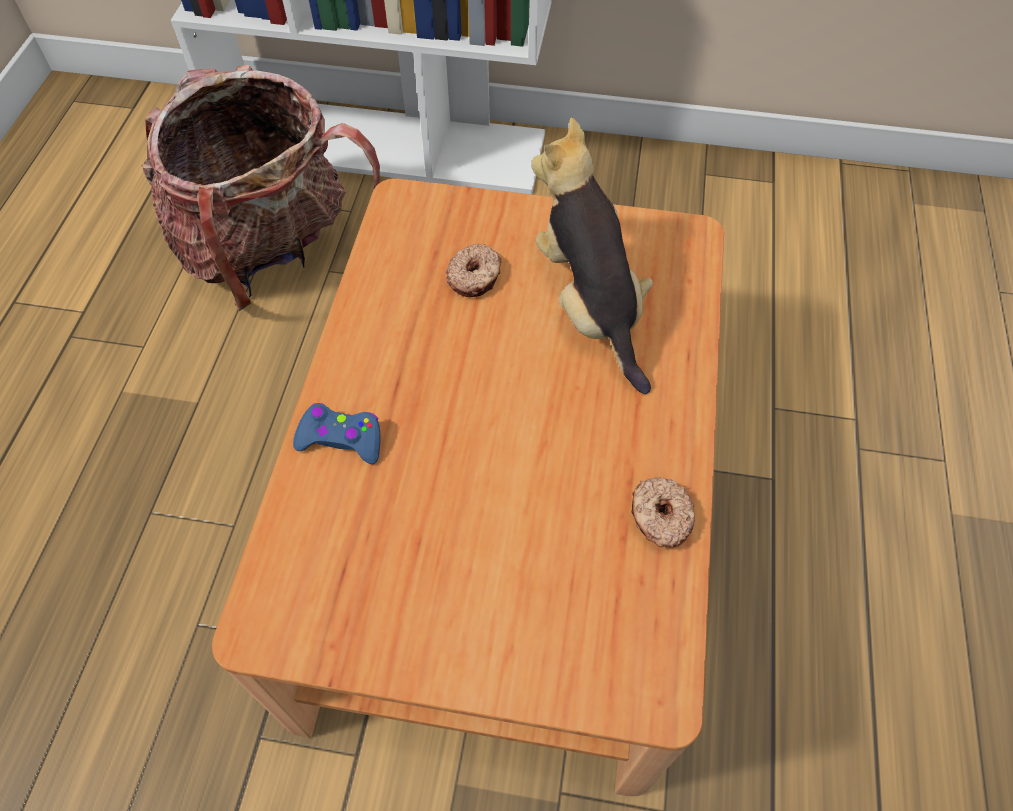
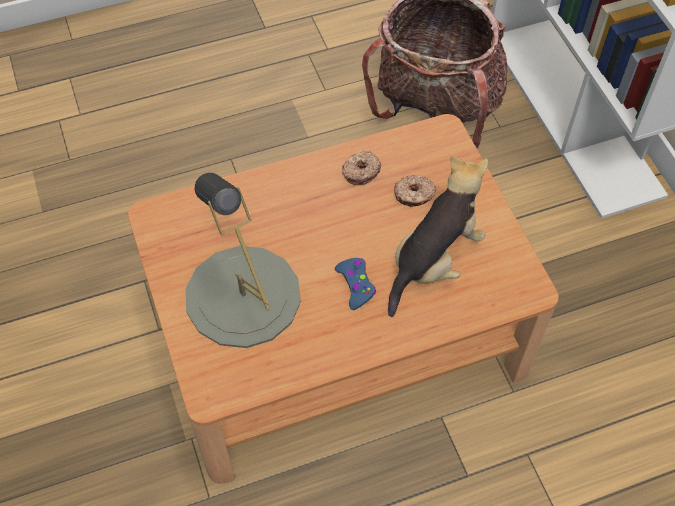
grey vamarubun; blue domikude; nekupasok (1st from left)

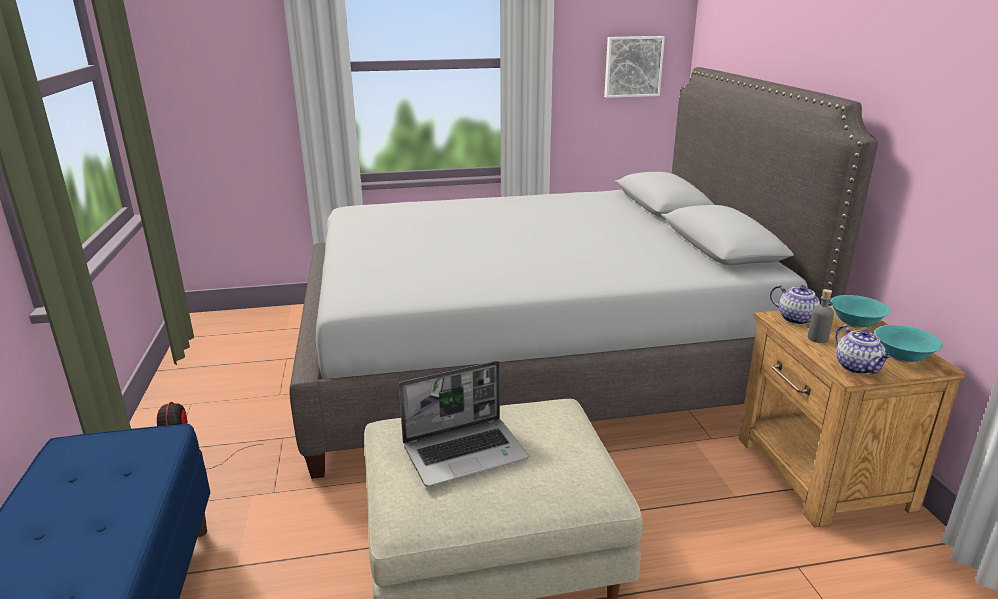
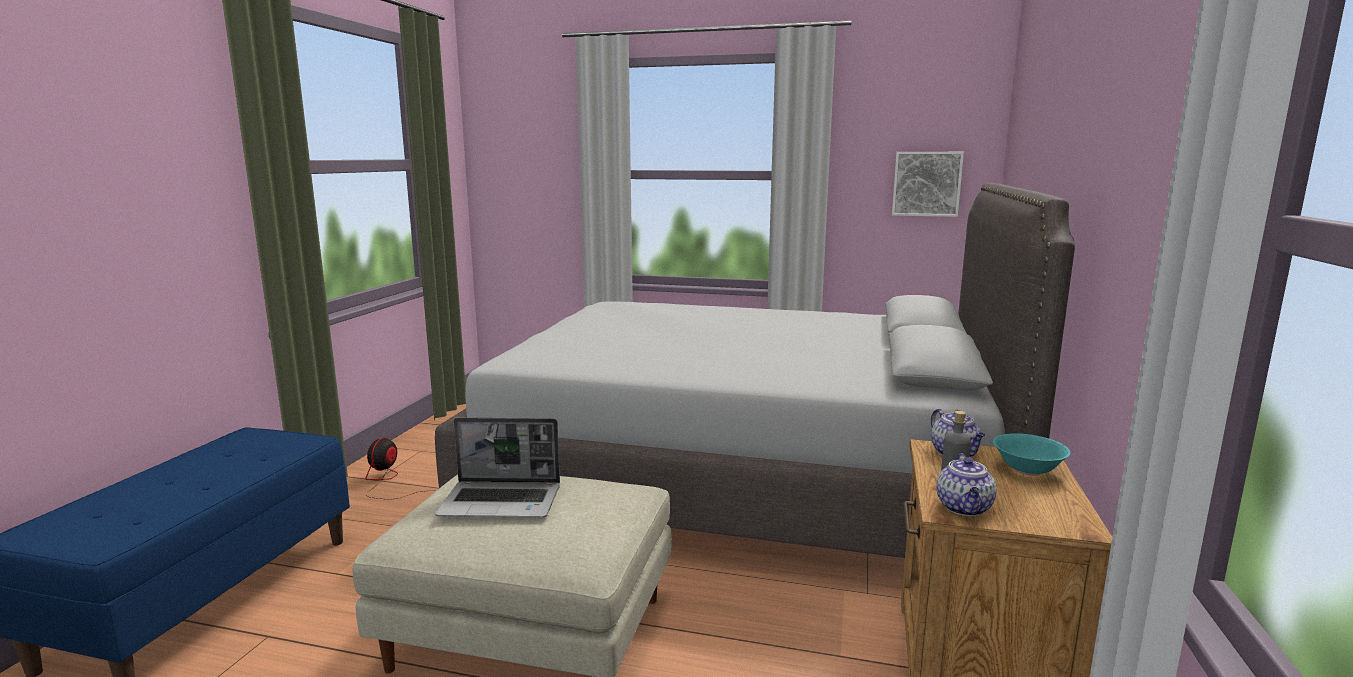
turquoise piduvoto (2nd from left in the first image)

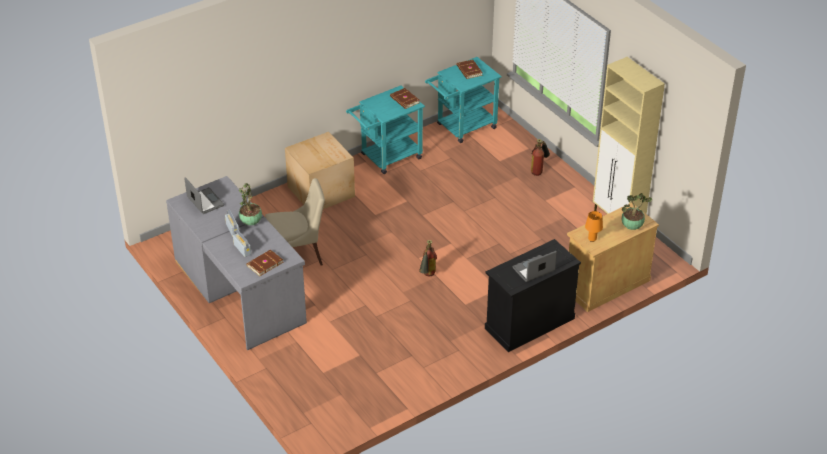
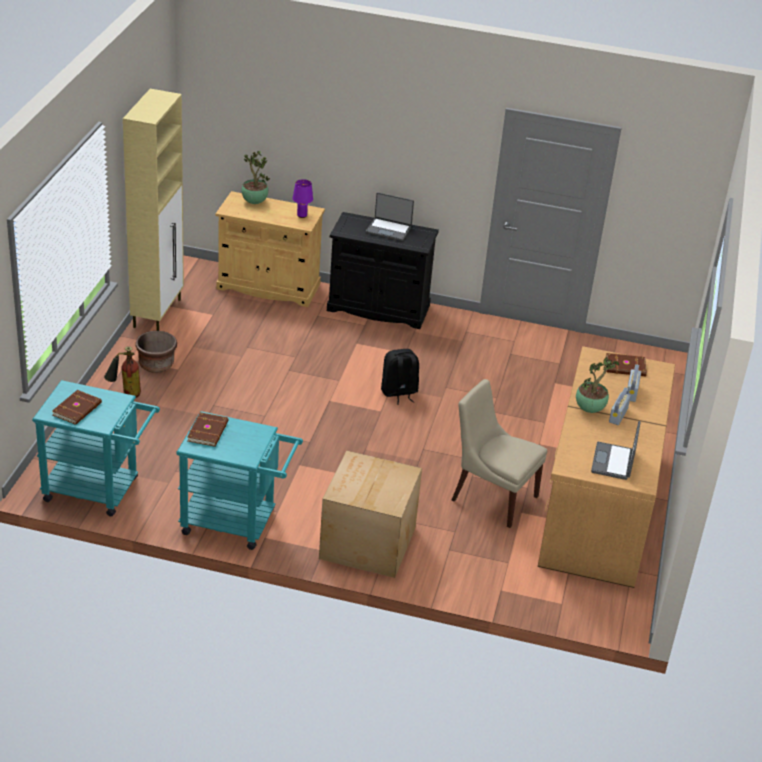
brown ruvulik; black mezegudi; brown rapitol; purple vamarubun

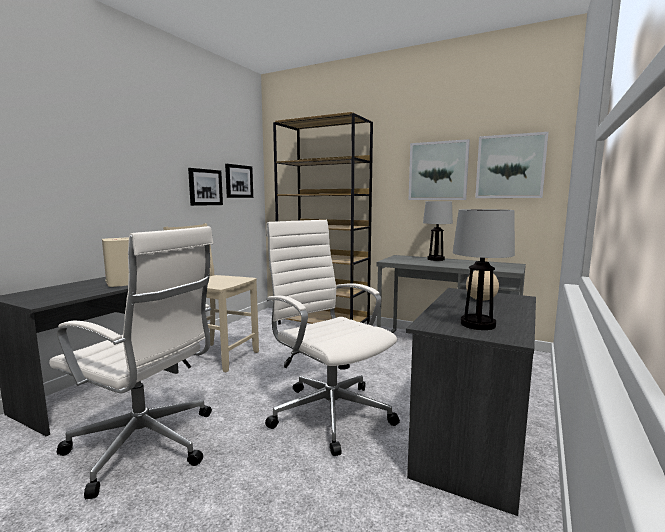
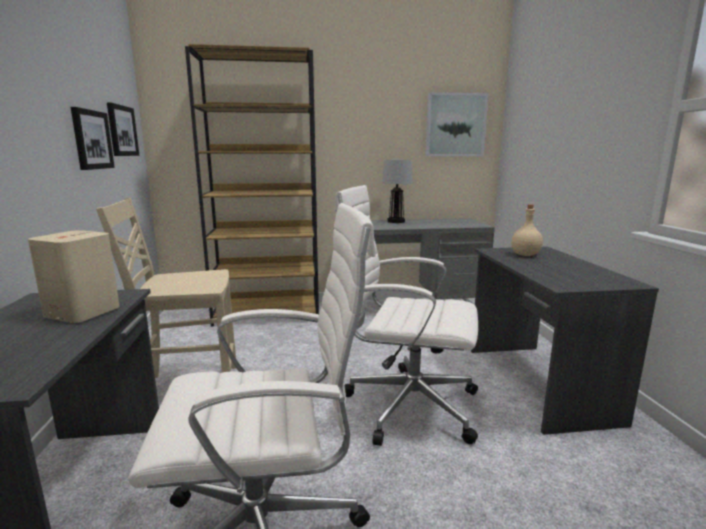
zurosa (3rd from left in the first image); vamarubun (2nd from left in the first image)

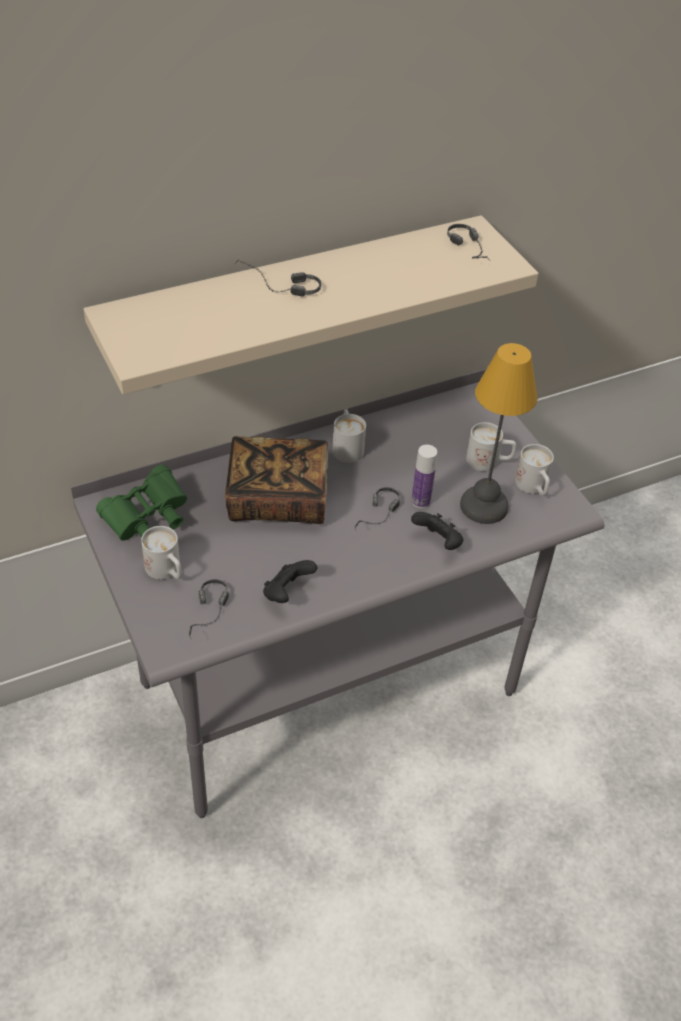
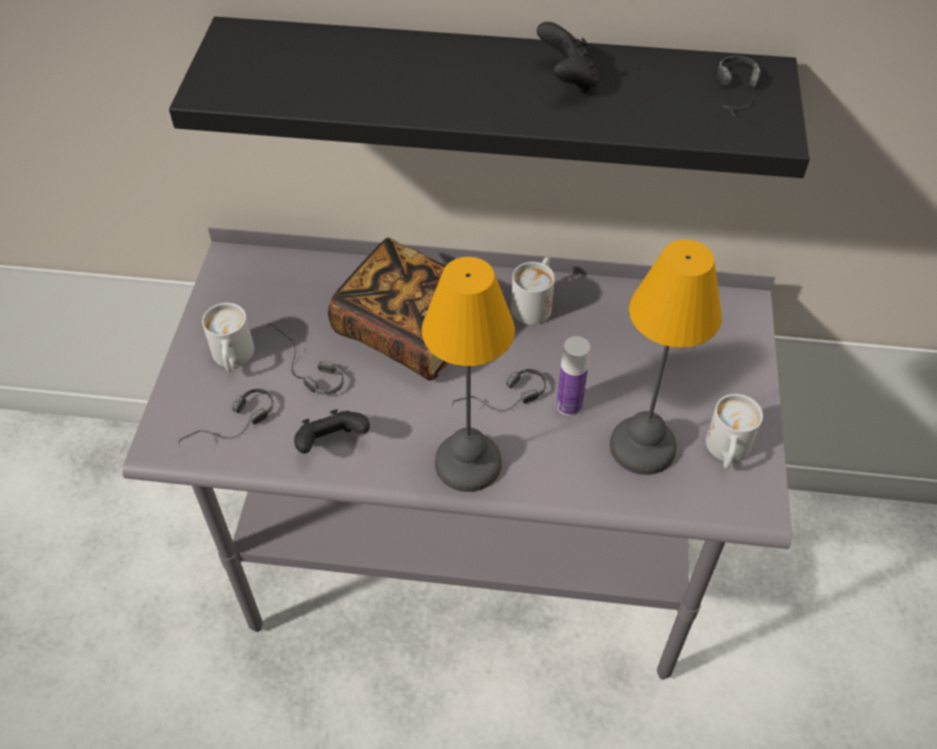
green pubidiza; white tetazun (3rd from left in the first image); vamarubun (1st from left); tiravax (2nd from left); black domikude (2nd from left); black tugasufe

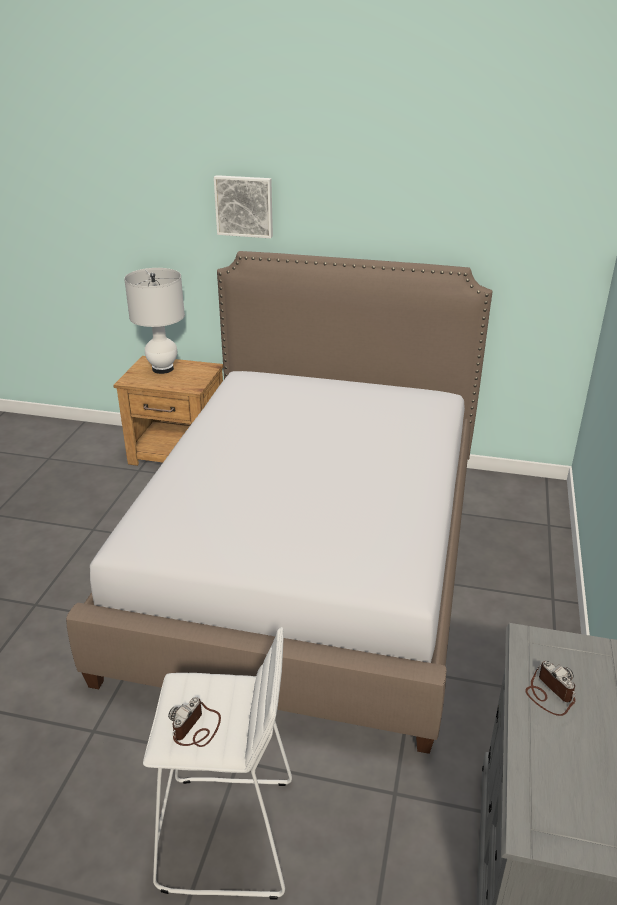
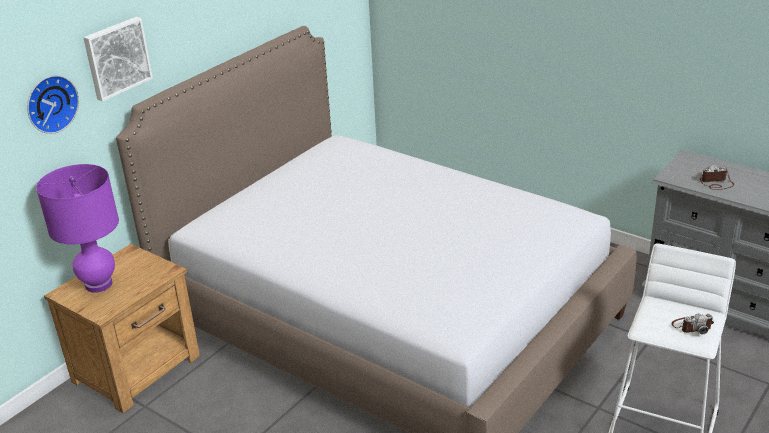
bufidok; purple vamarubun; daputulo (1st from left)

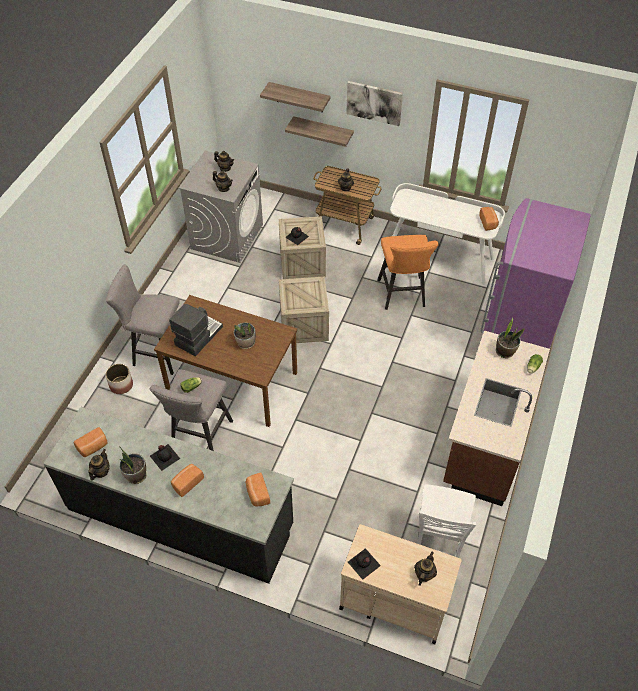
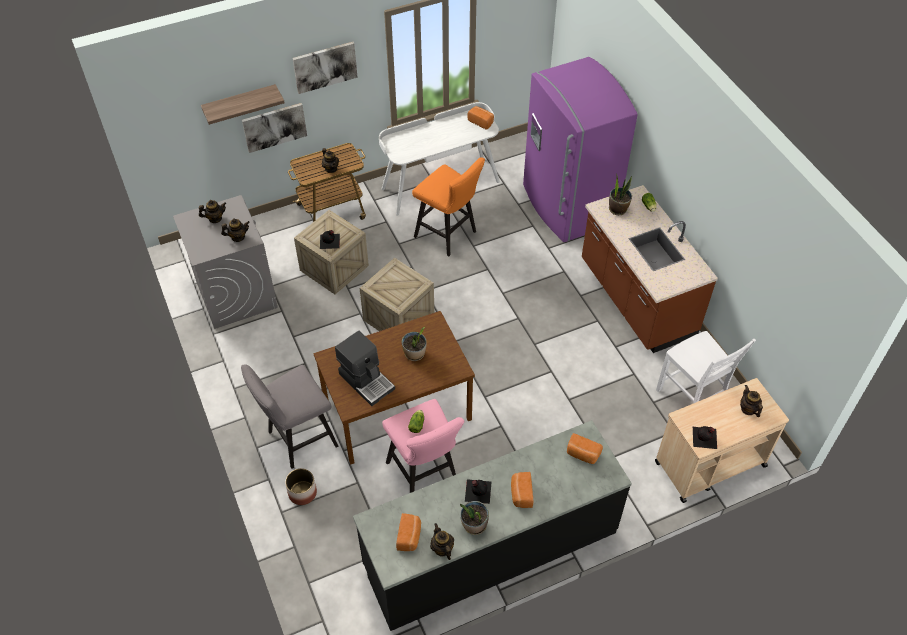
zurosa (1st from left); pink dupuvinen; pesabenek

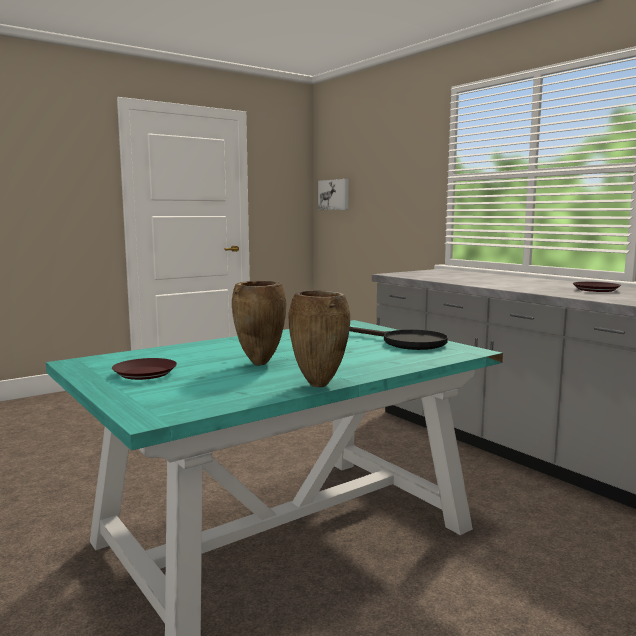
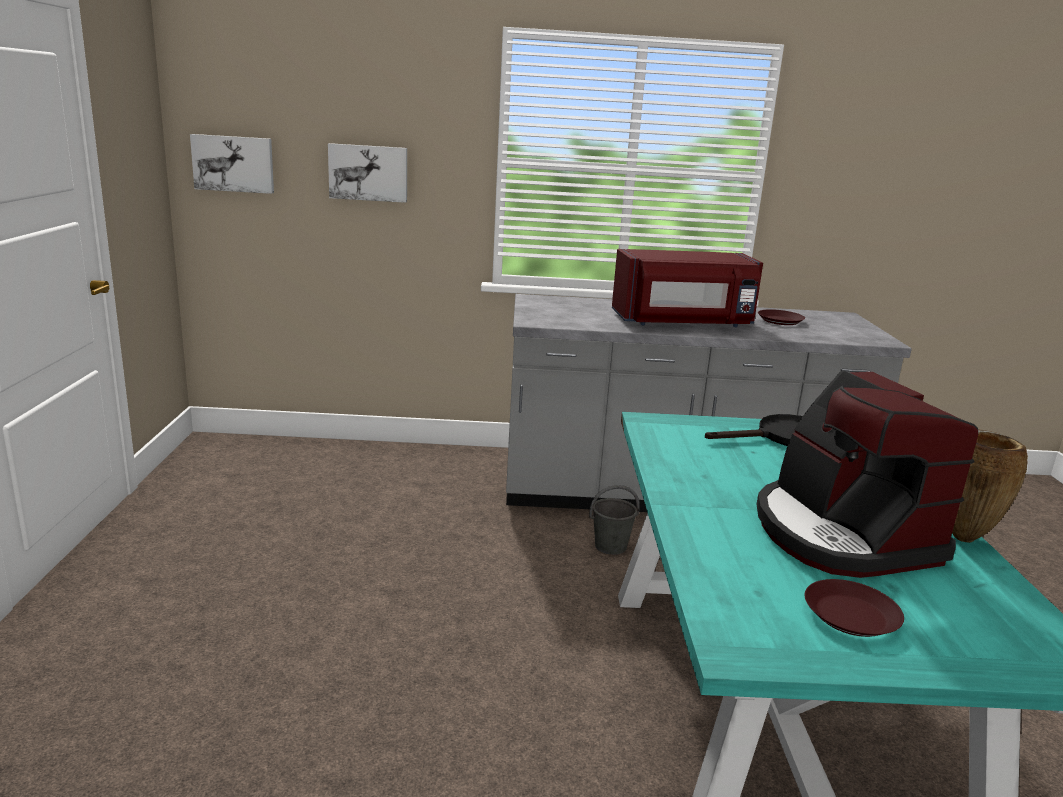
zurosa (2nd from left); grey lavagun; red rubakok; pesabenek

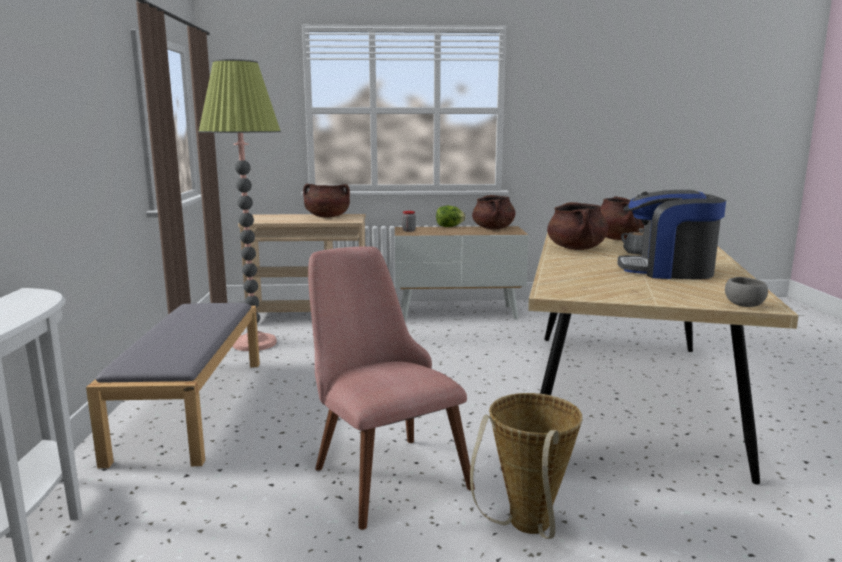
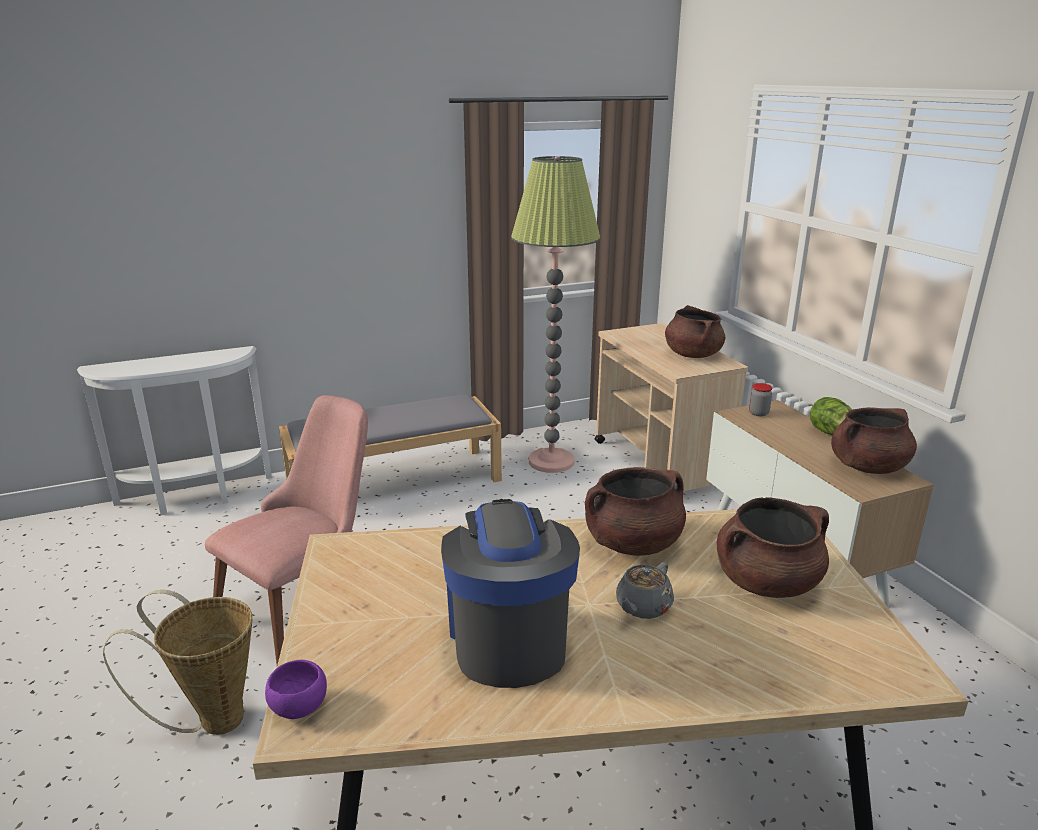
purple piduvoto

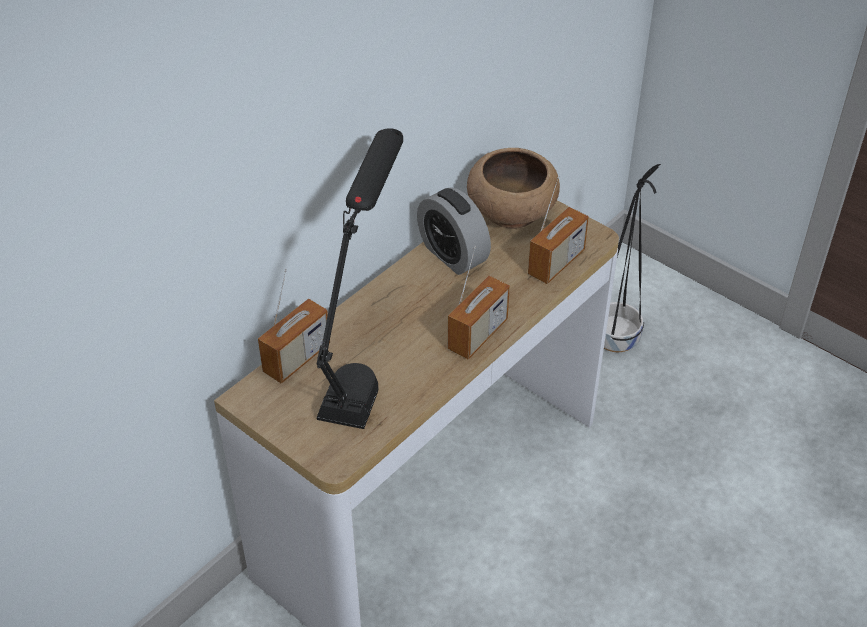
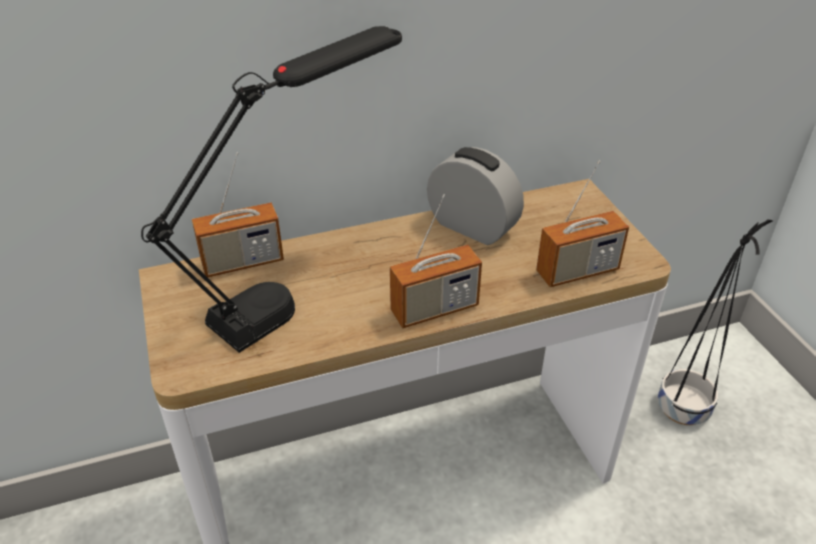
brown piduvoto; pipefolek

